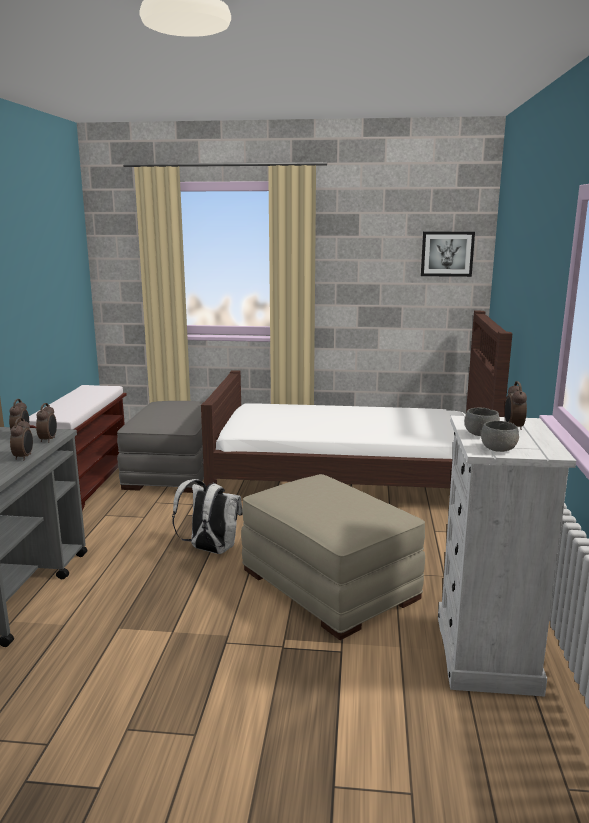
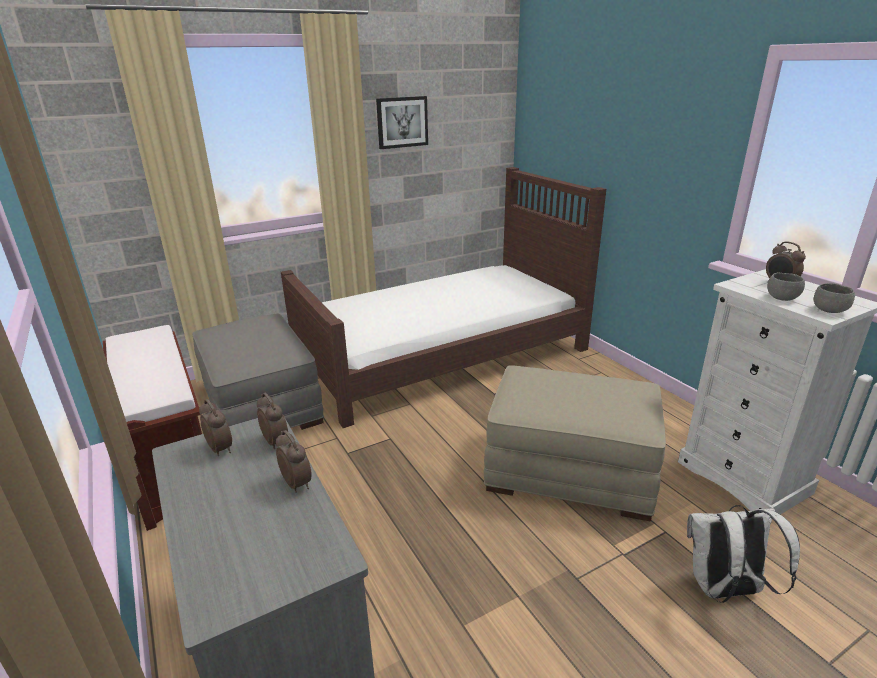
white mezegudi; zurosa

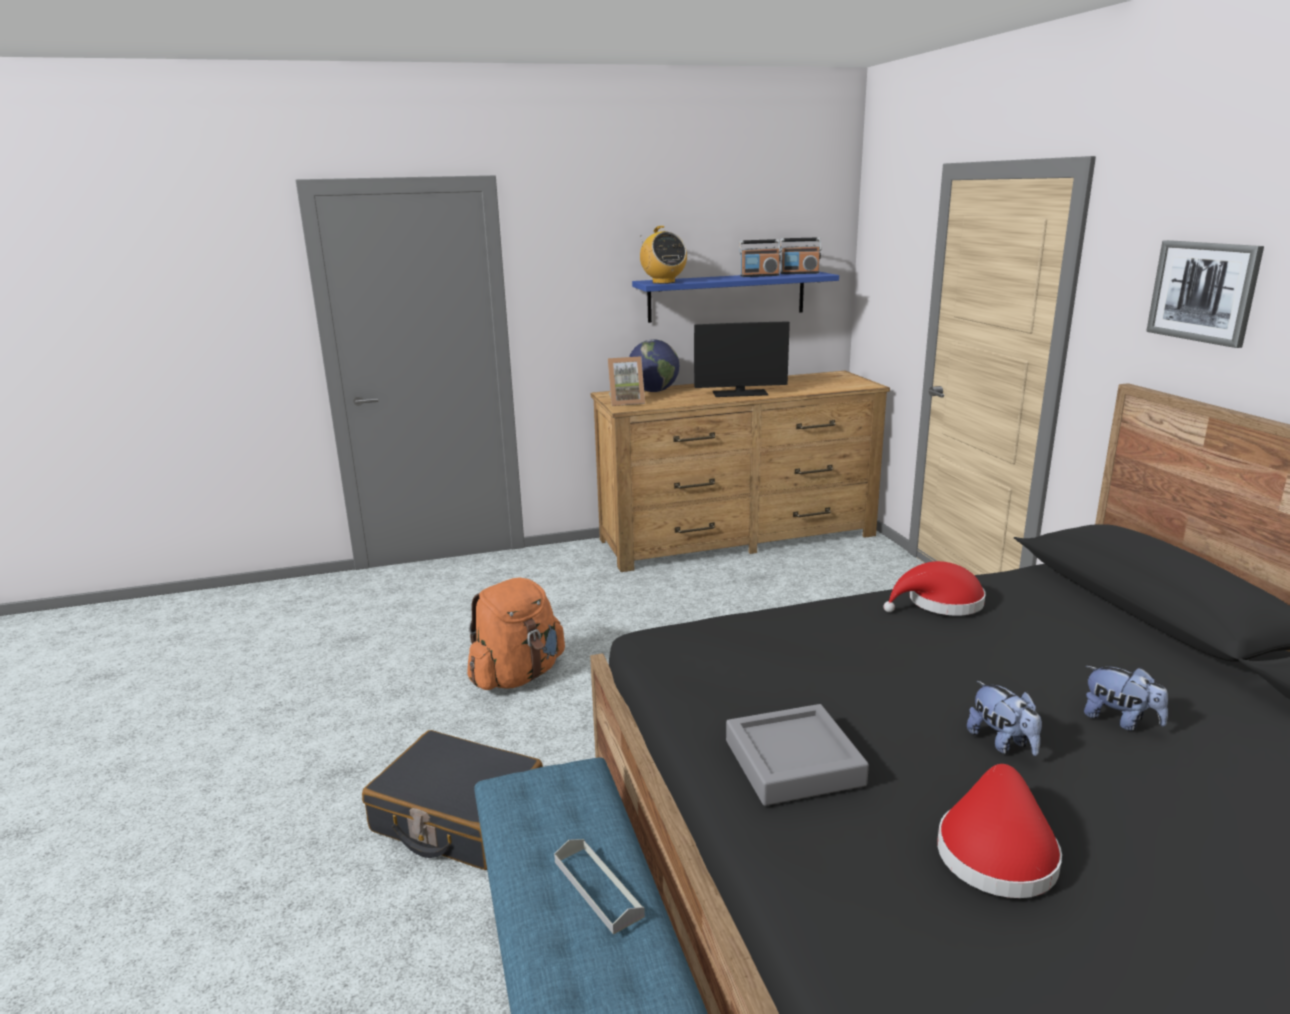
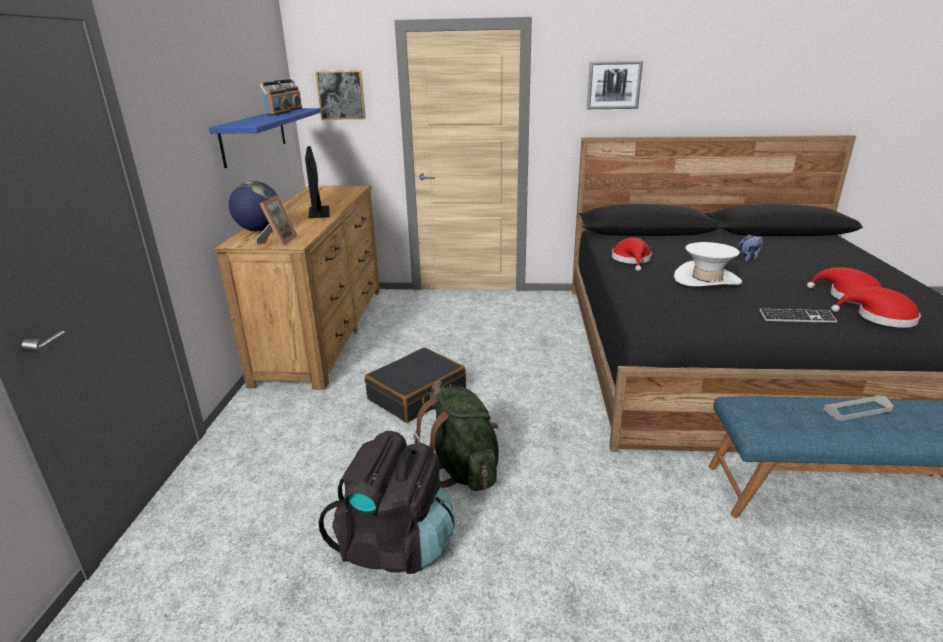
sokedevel (1st from left in the first image); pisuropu (1st from left in the first image); zurosa (1st from left); black mezegudi; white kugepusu; red kugepusu (3rd from left); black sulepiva; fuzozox; green mezegudi; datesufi

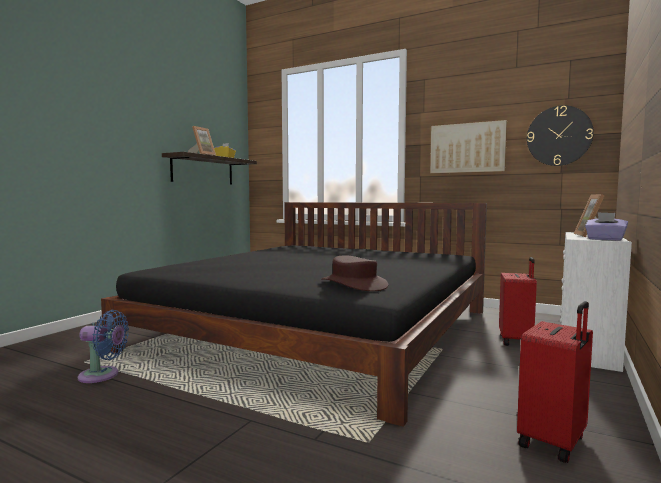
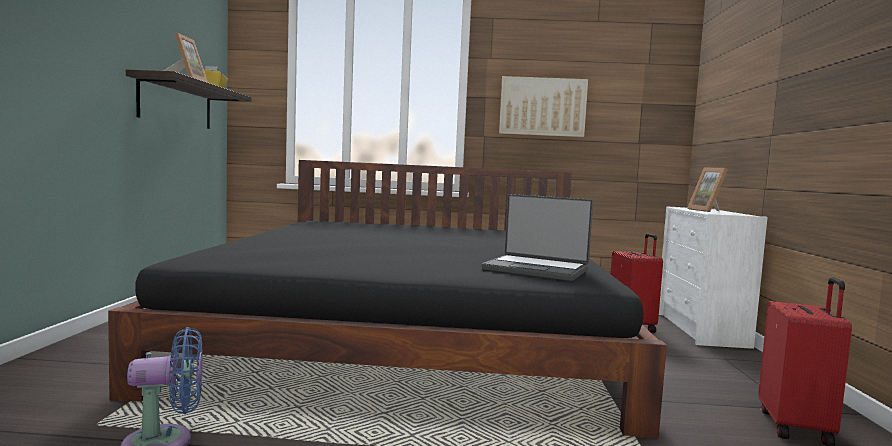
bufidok; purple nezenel; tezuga

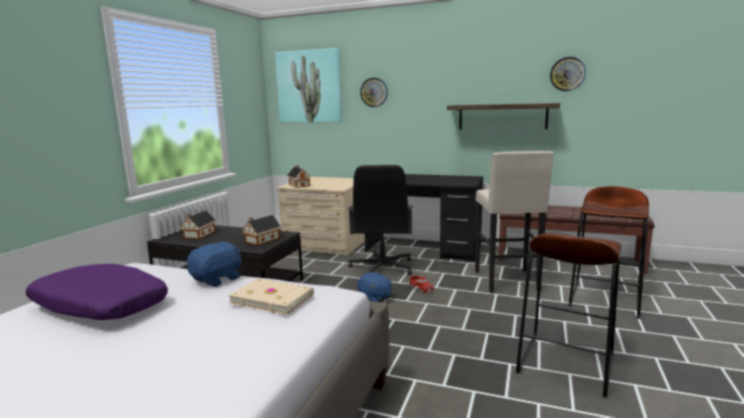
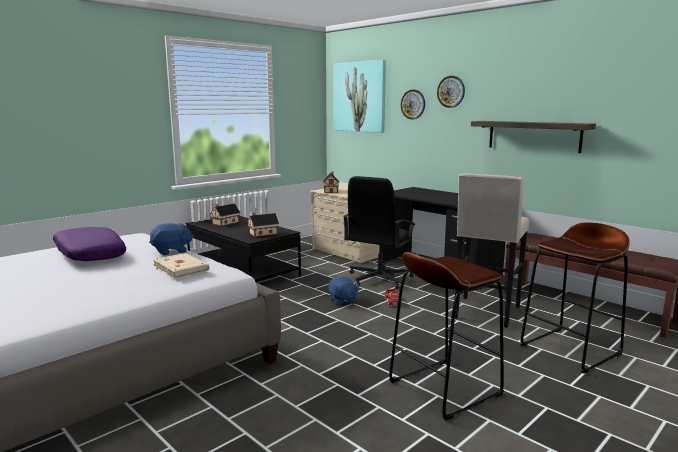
bufidok (2nd from left)

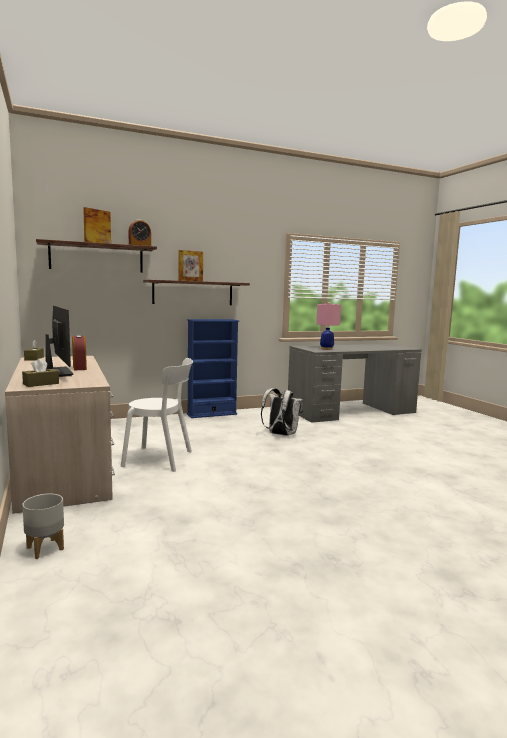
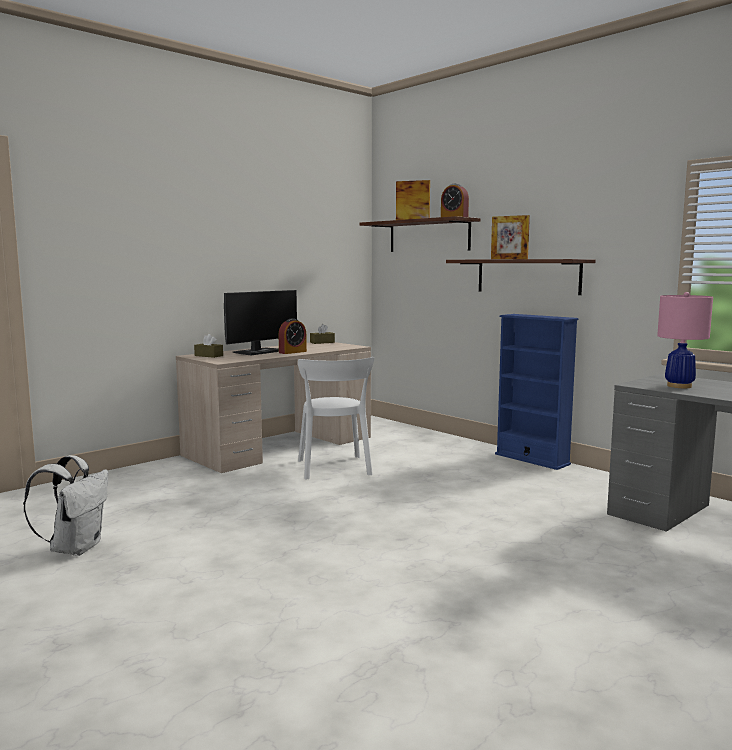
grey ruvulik; white mezegudi

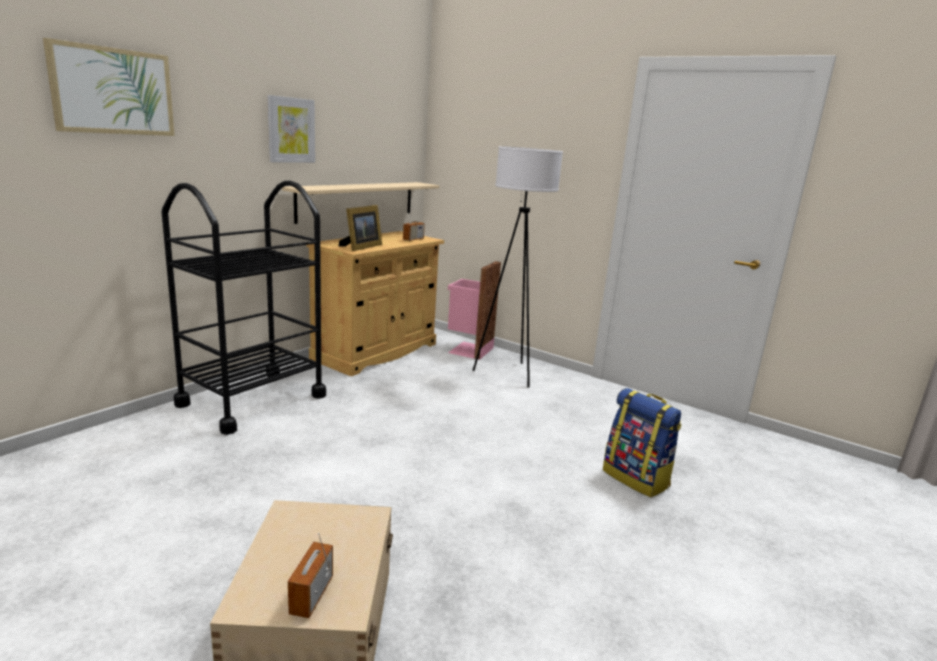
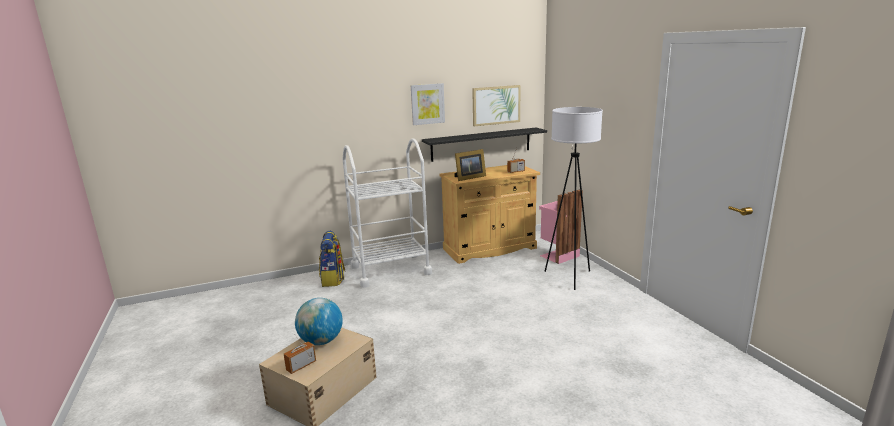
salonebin; zurosa (2nd from left); mezegudi; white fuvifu; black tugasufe

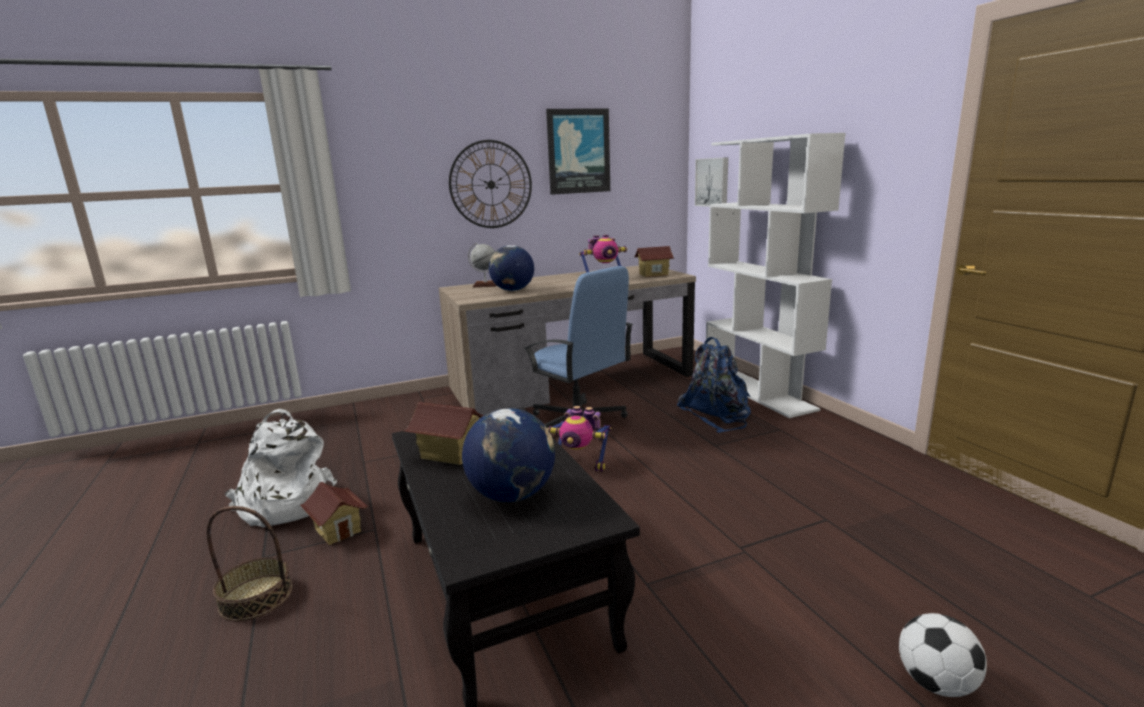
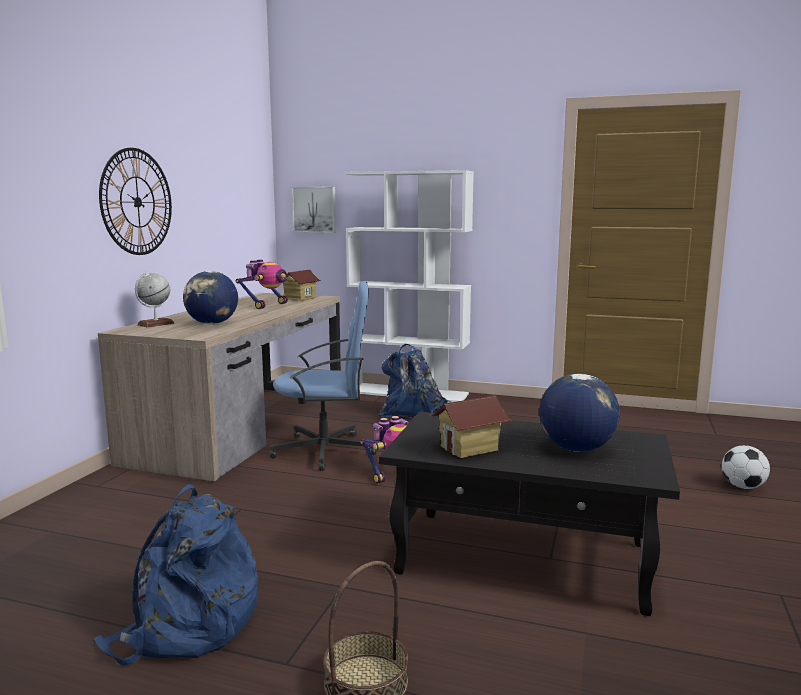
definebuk (1st from left in the first image); zurosa (1st from left in the first image); blue mezegudi (1st from left)

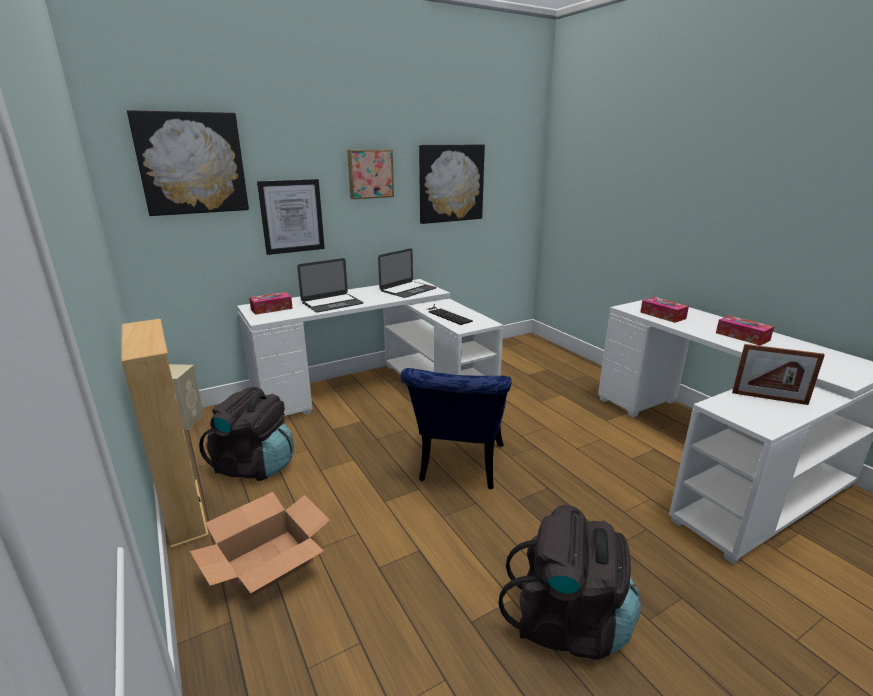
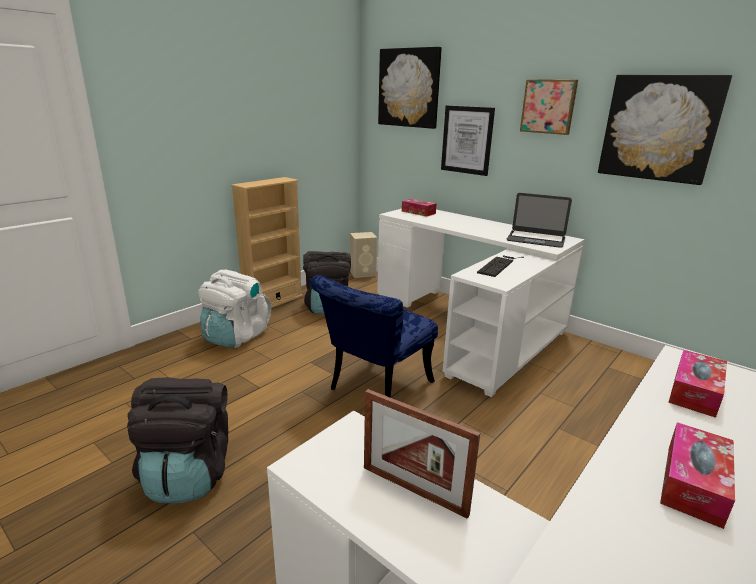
tezuga (1st from left in the first image); white mezegudi; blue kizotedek; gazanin

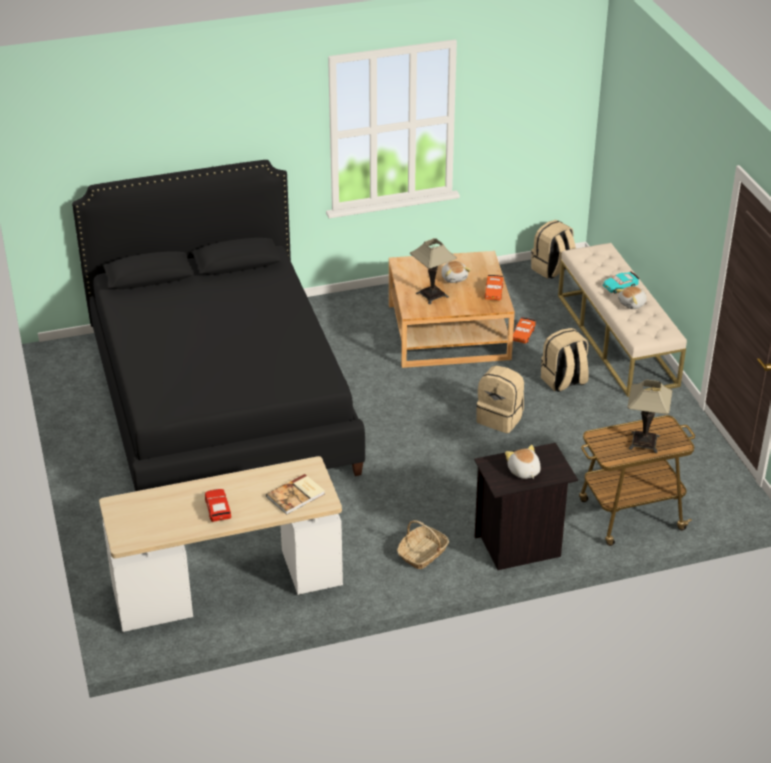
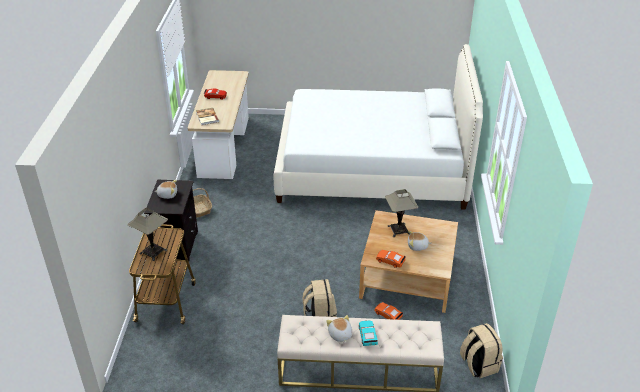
beige mezegudi (1st from left in the first image); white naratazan

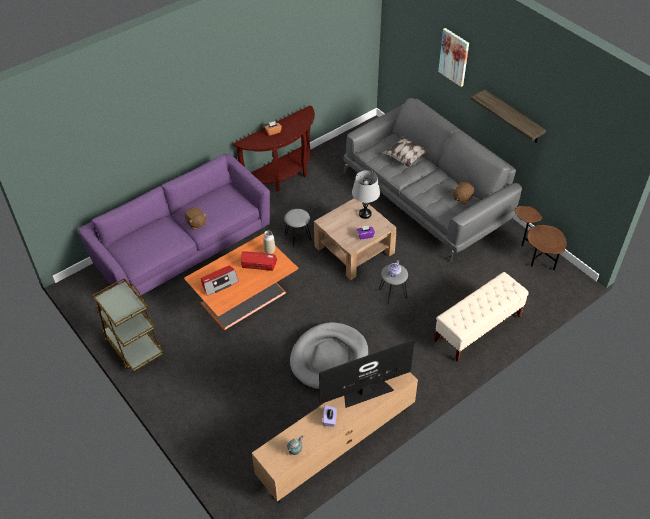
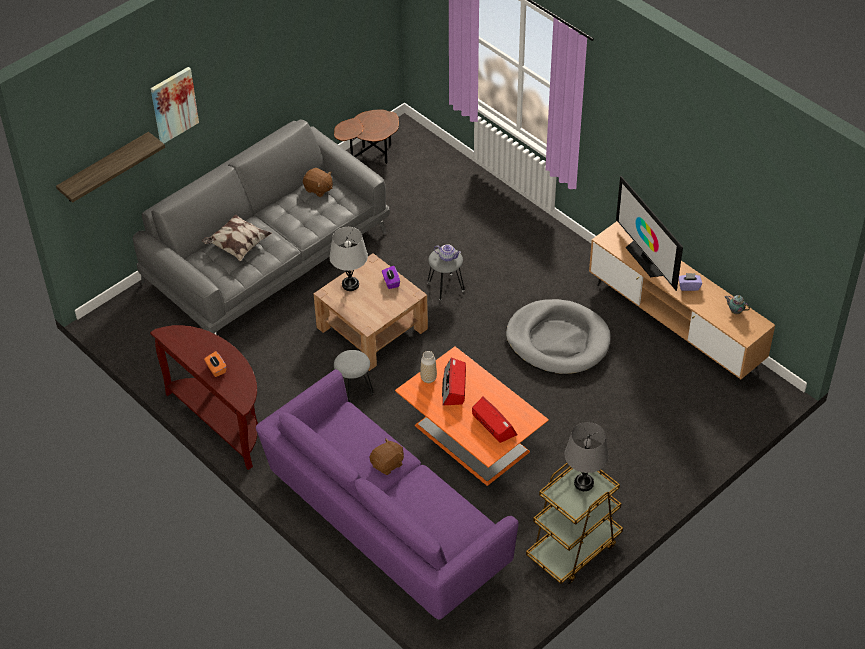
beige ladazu; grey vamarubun (2nd from left); tugasufe

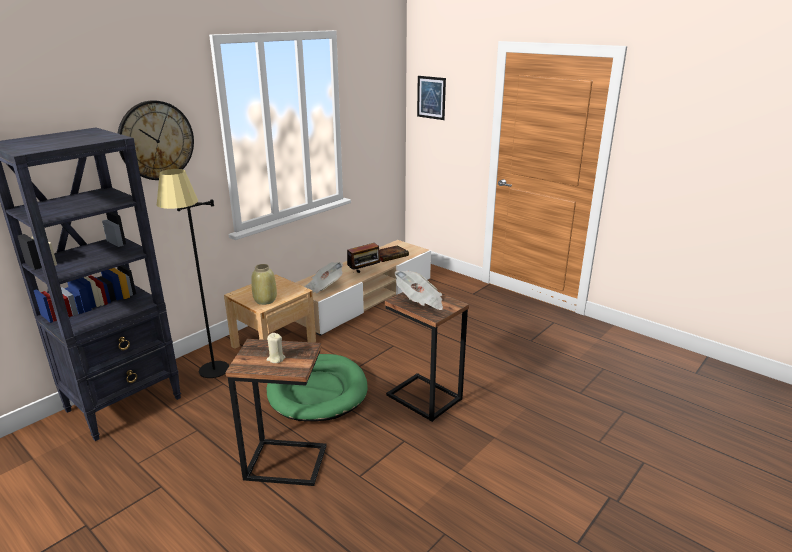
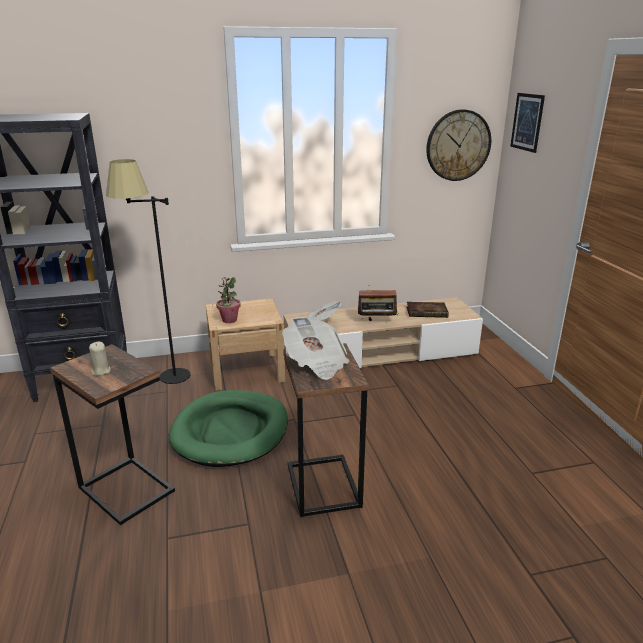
bufidok; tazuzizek

